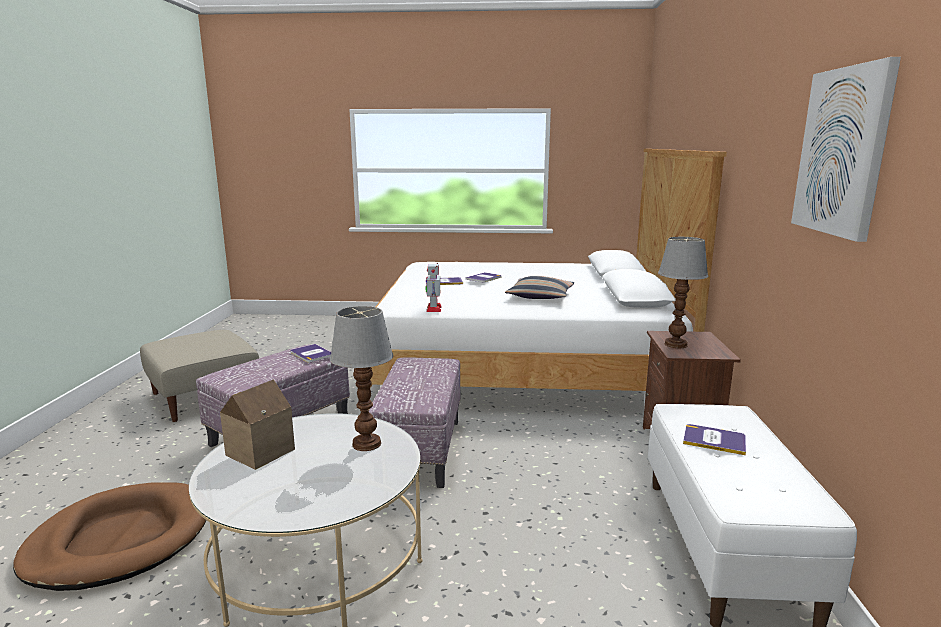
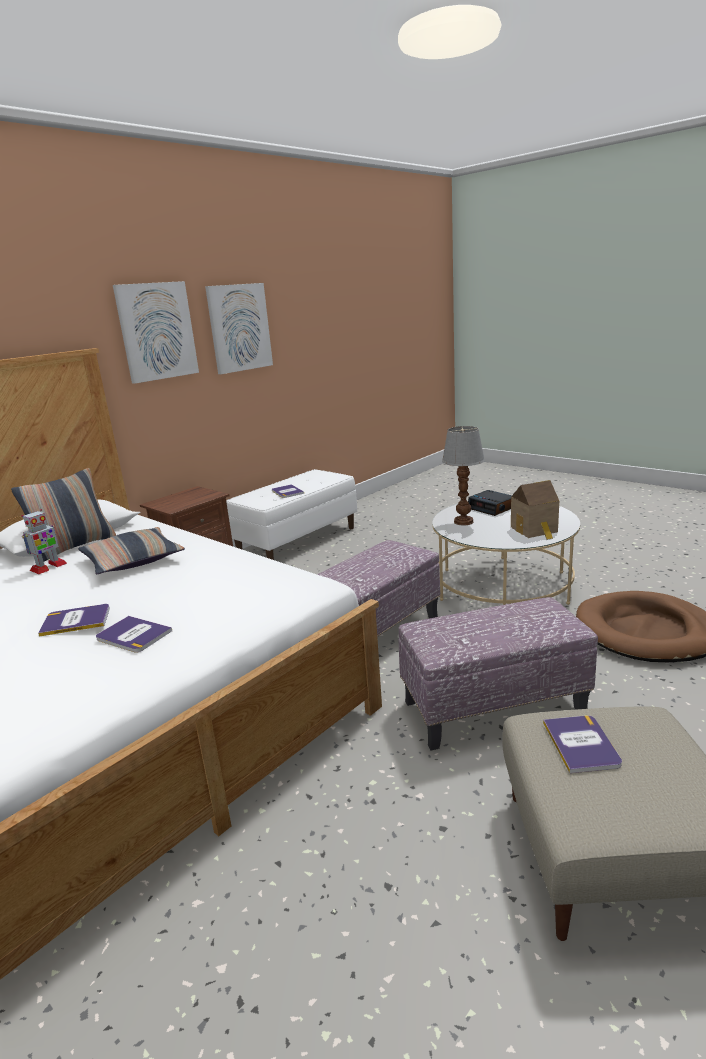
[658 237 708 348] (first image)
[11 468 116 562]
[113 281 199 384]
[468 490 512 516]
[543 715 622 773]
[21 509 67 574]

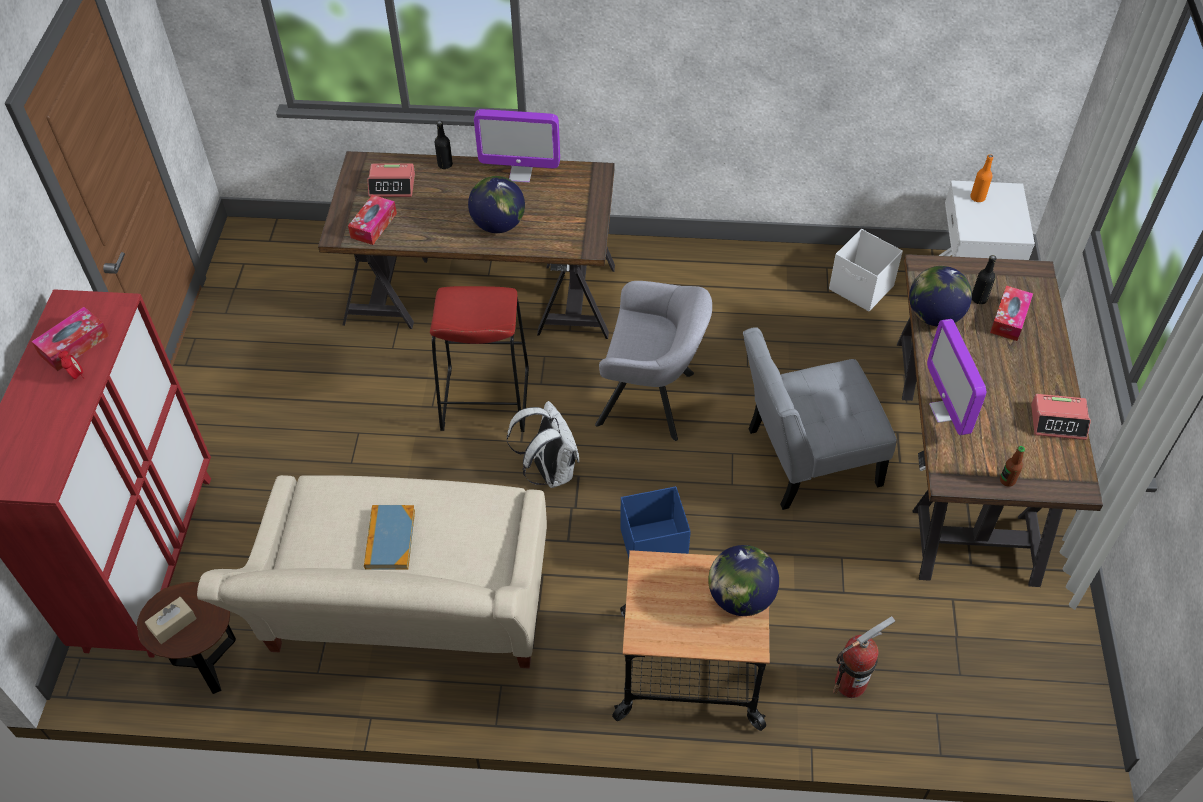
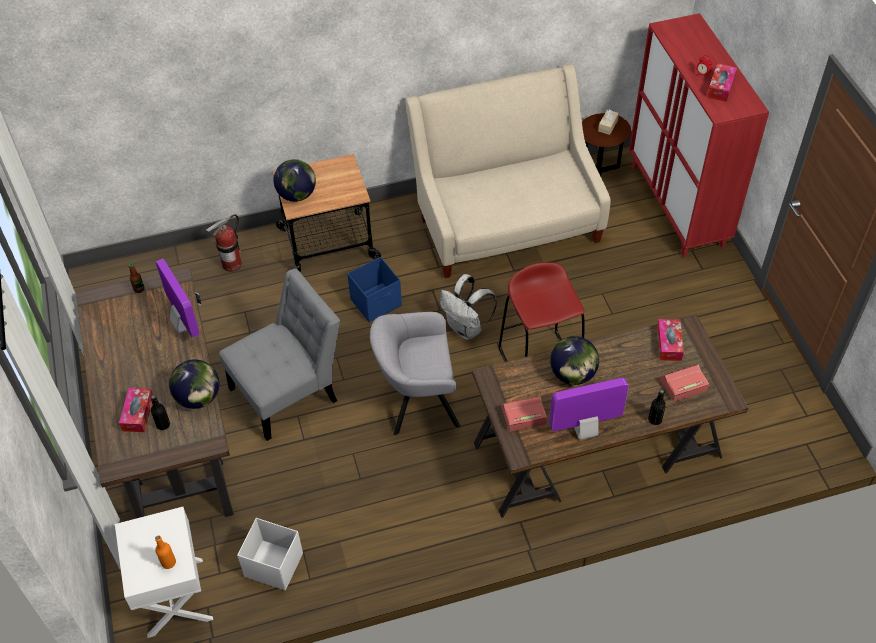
[364 505 415 570] (first image)
[501 396 547 432]

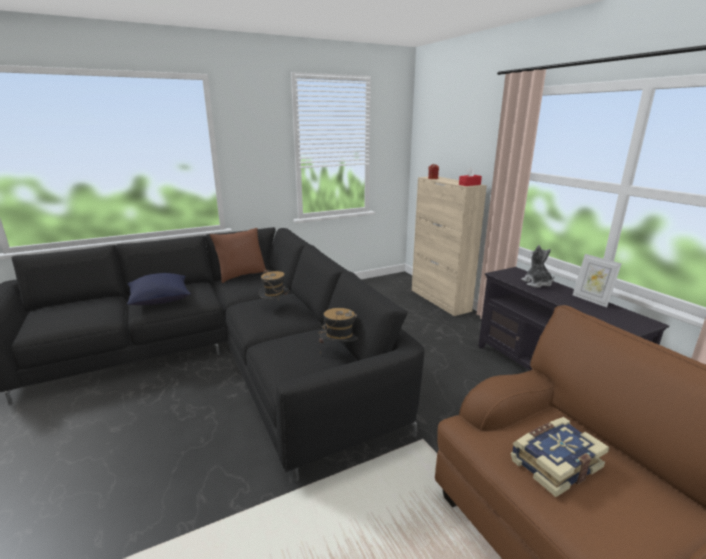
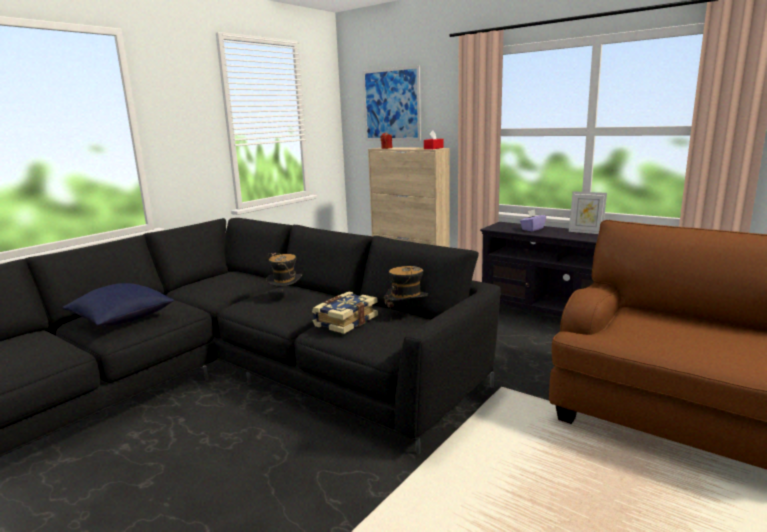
[210 228 267 283] (first image)
[362 65 421 141]
[312 292 378 334]
[520 209 546 231]

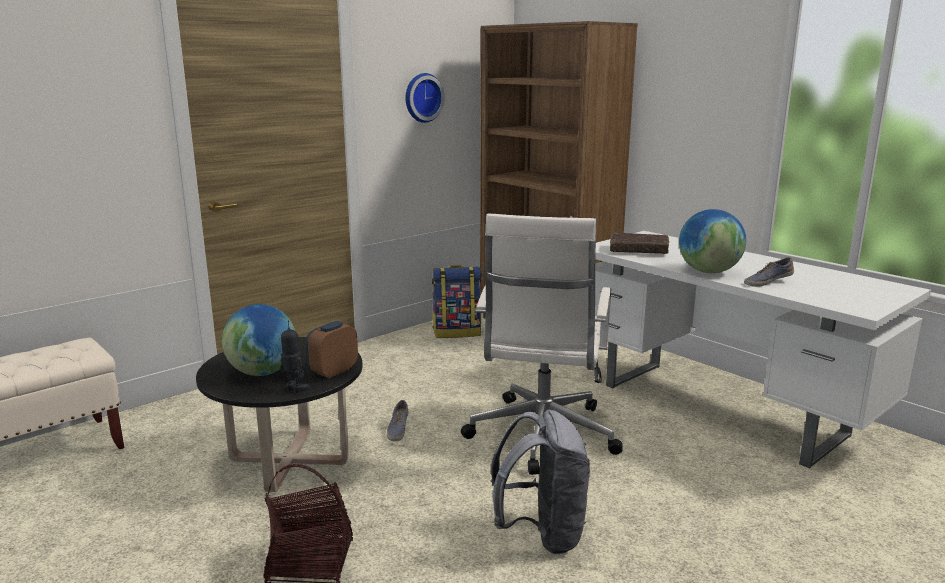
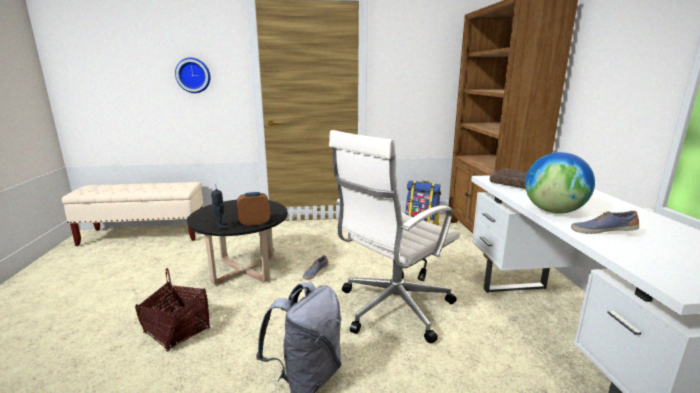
[222 304 295 376] (first image)
[175 58 210 93]

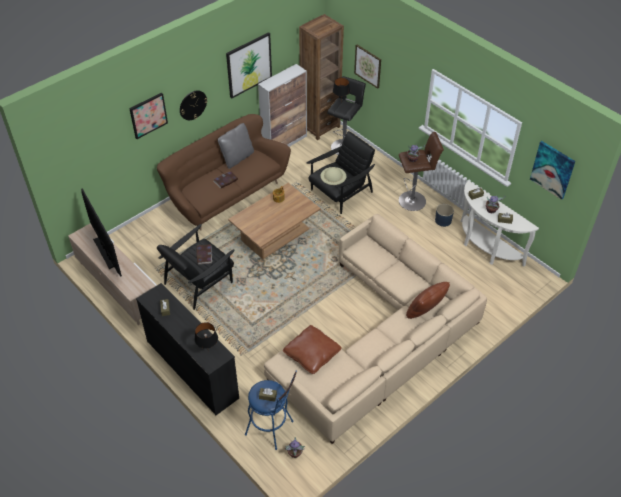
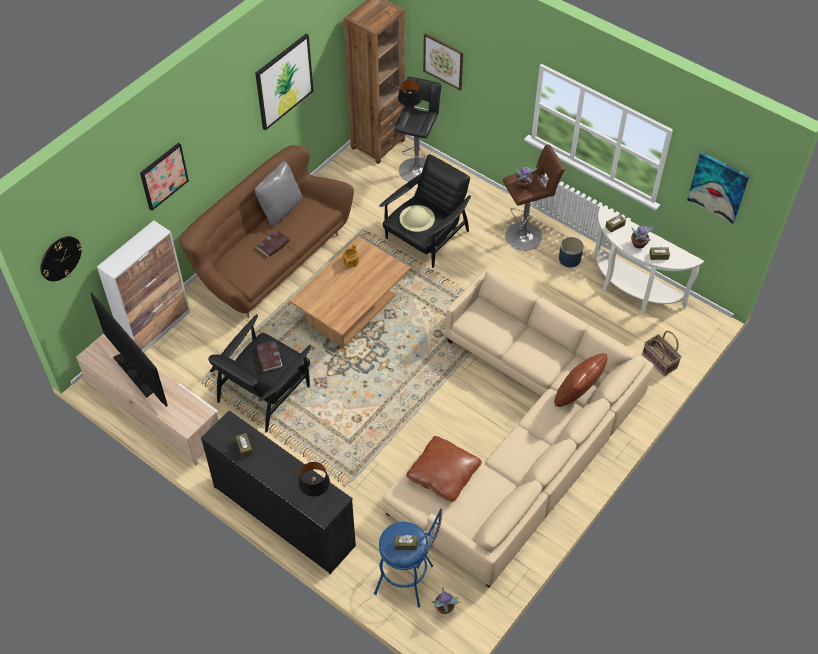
[642 331 682 376]
[41 236 82 281]
[97 220 190 353]

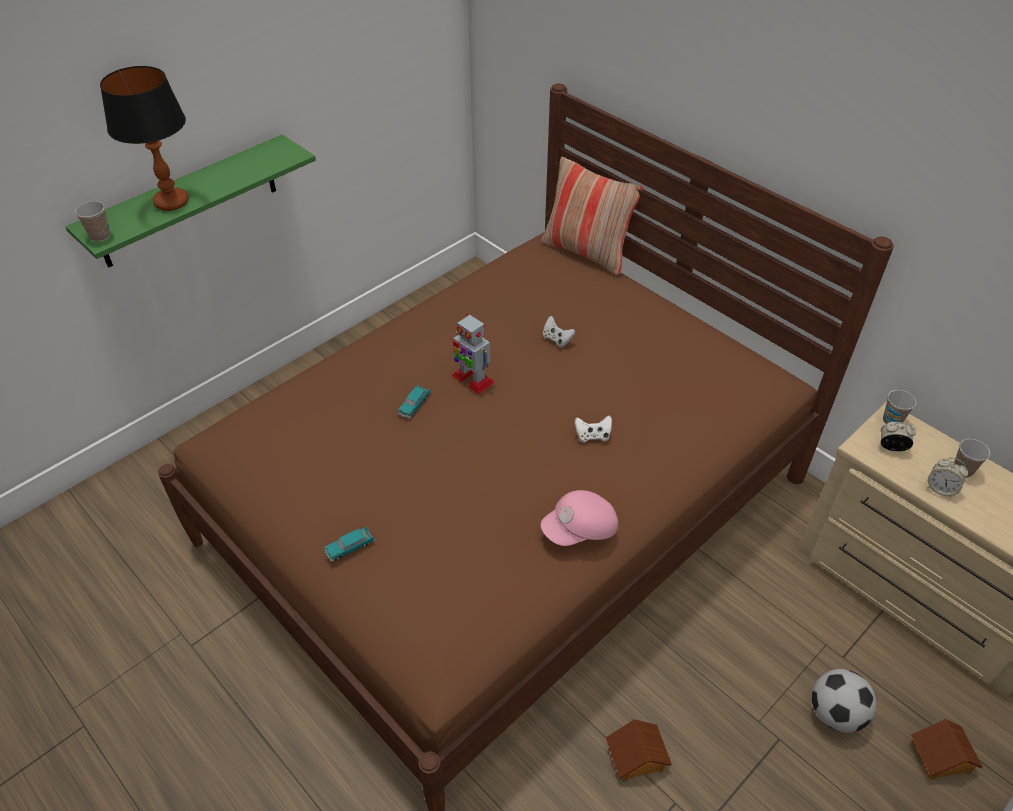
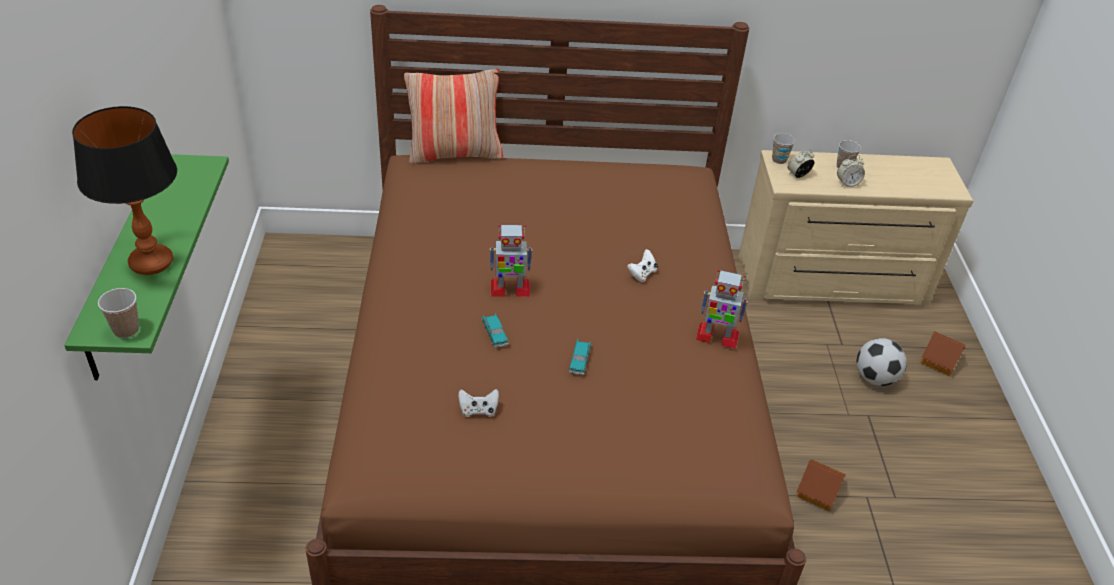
[569 339 591 375]
[458 389 499 417]
[696 270 748 349]

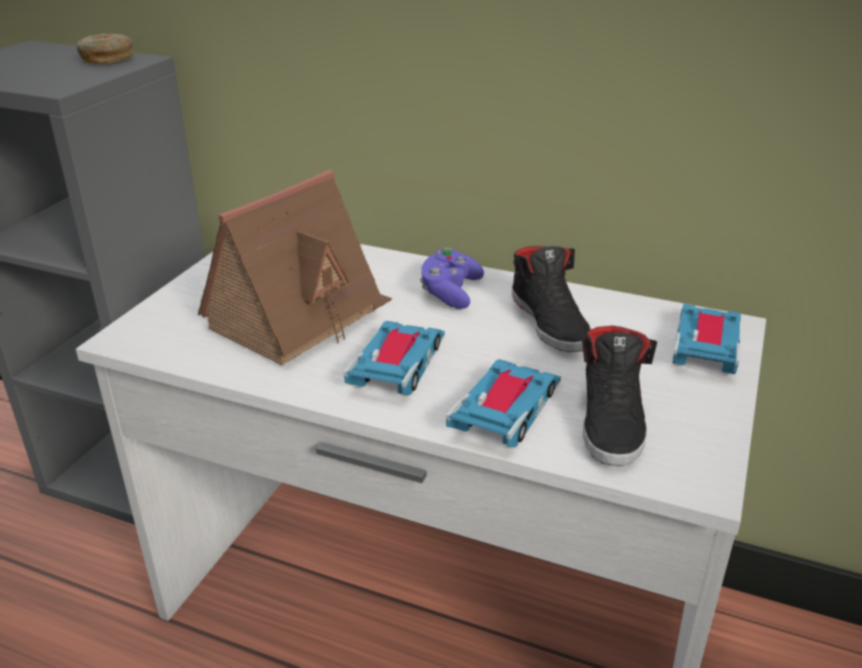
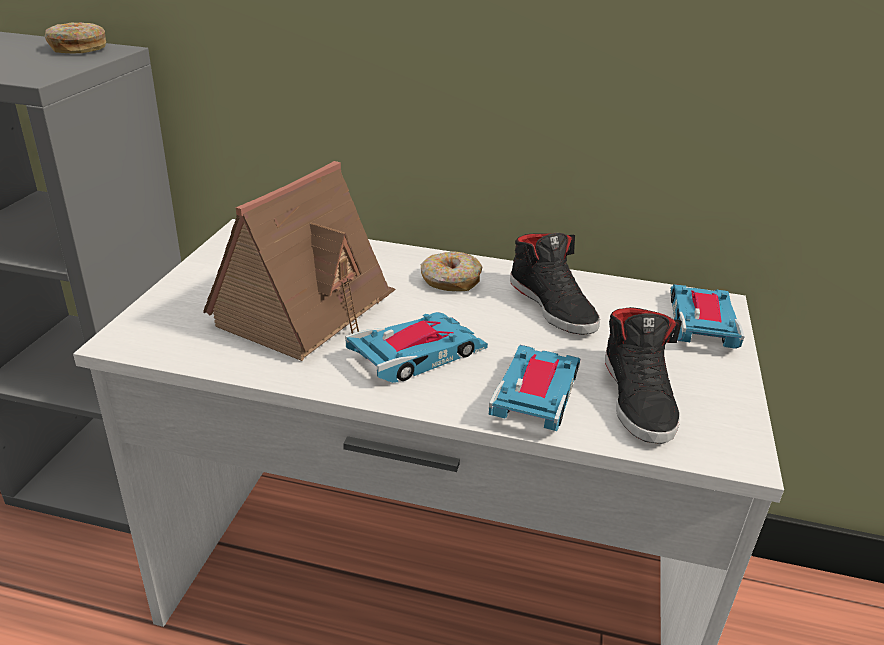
[421 251 482 291]
[345 312 488 383]

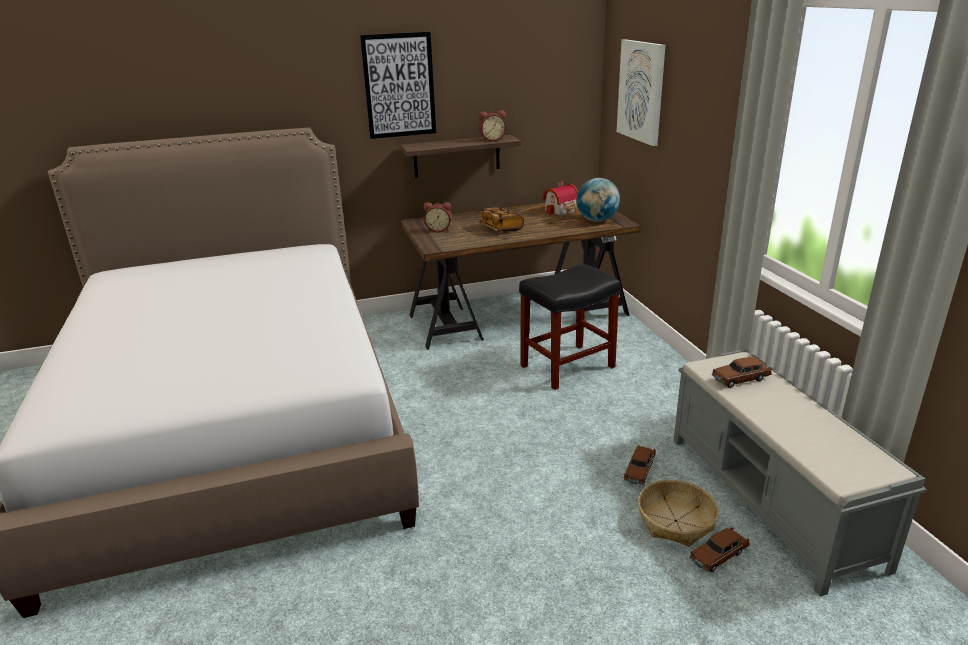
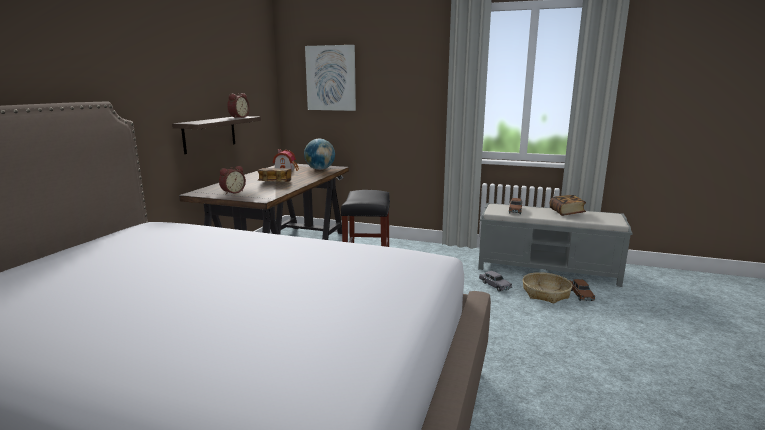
[360 32 436 139] (first image)
[550 195 586 216]
[479 271 512 292]

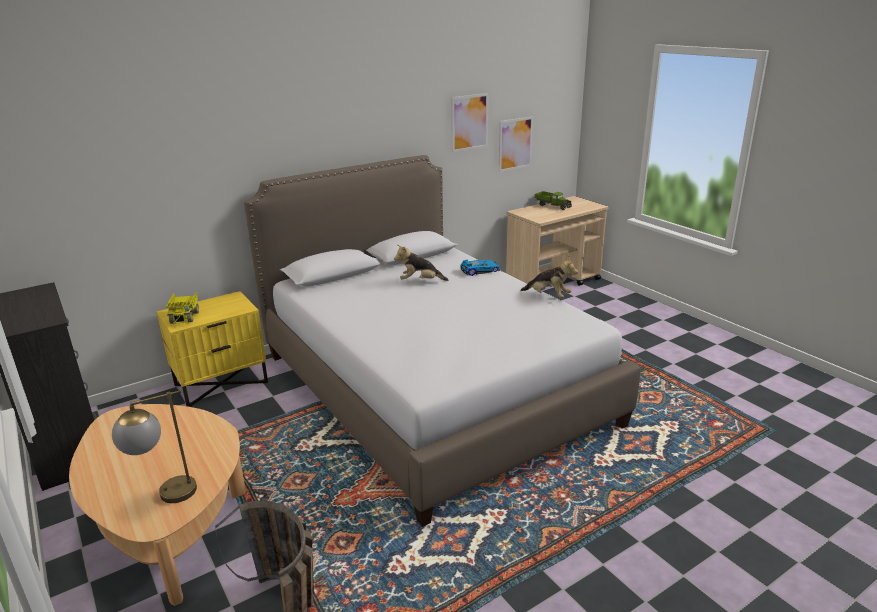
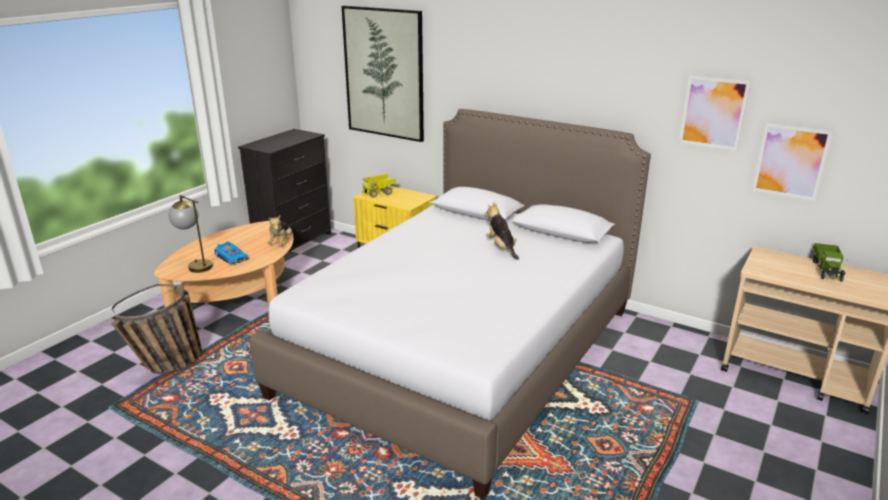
[342 6 424 142]
[215 241 249 266]
[267 215 292 246]

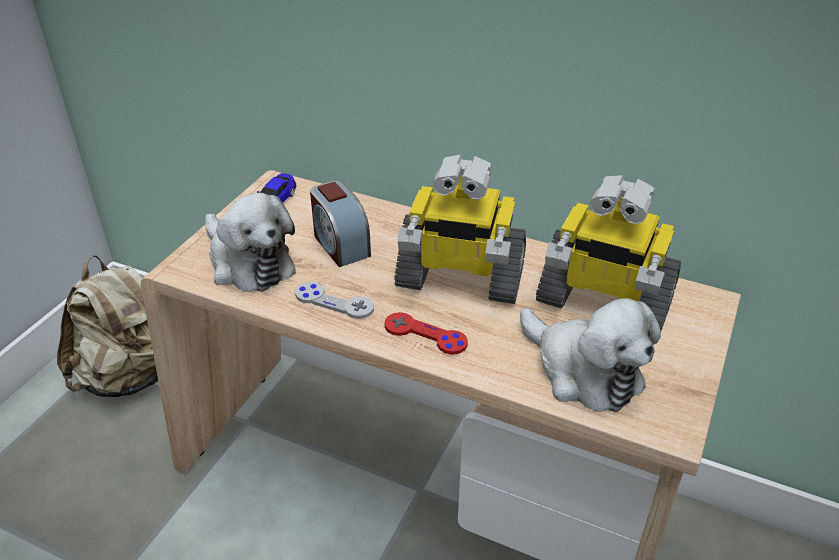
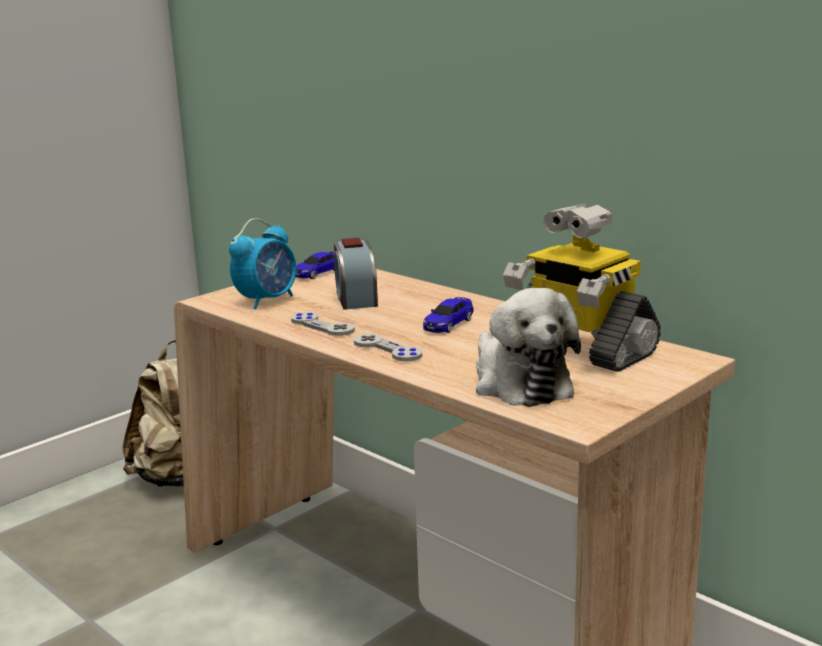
[229 218 296 310]
[423 297 473 333]
[354 334 422 361]

